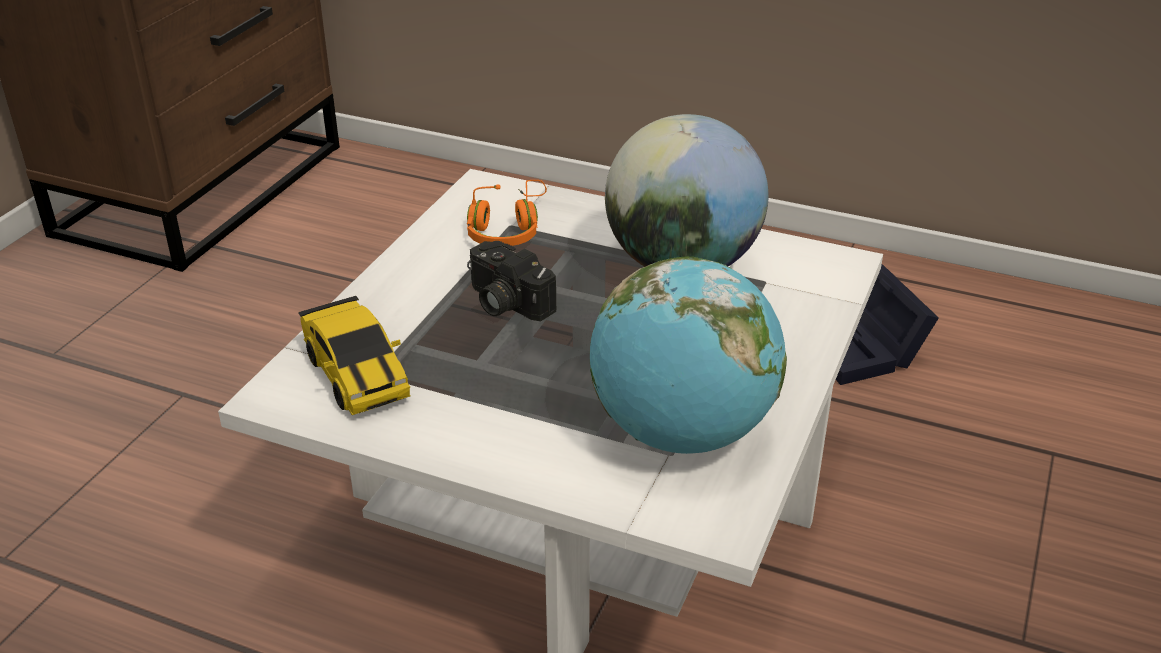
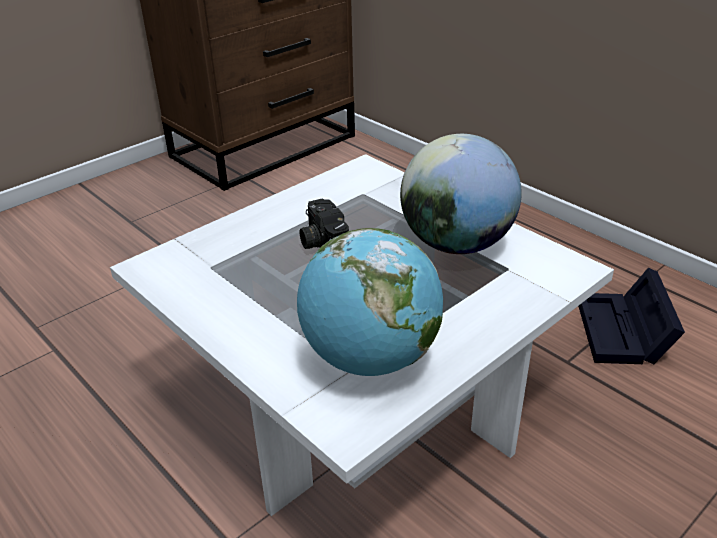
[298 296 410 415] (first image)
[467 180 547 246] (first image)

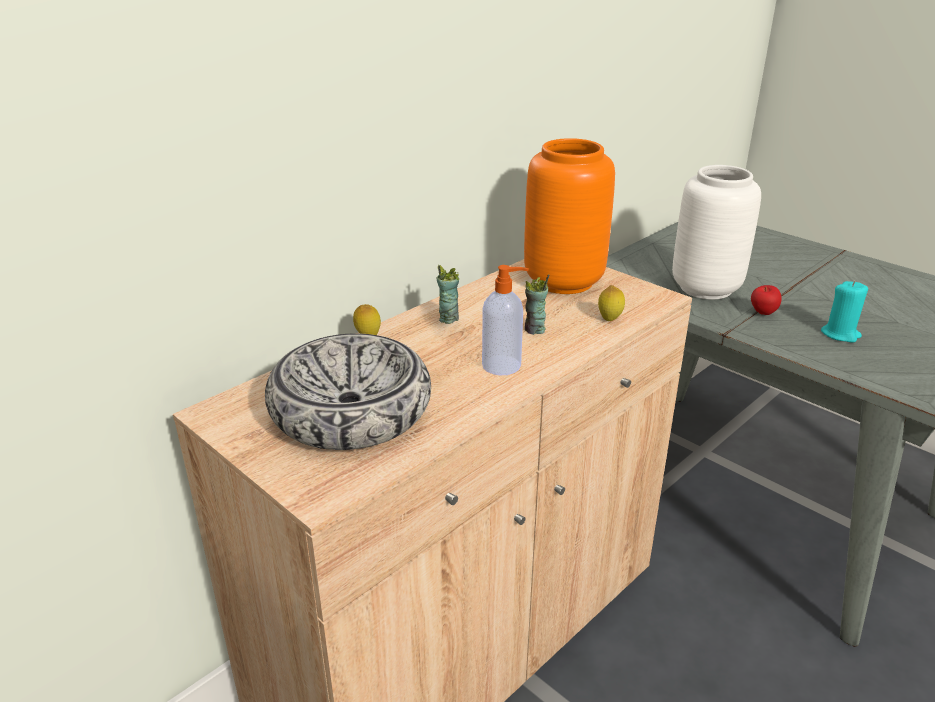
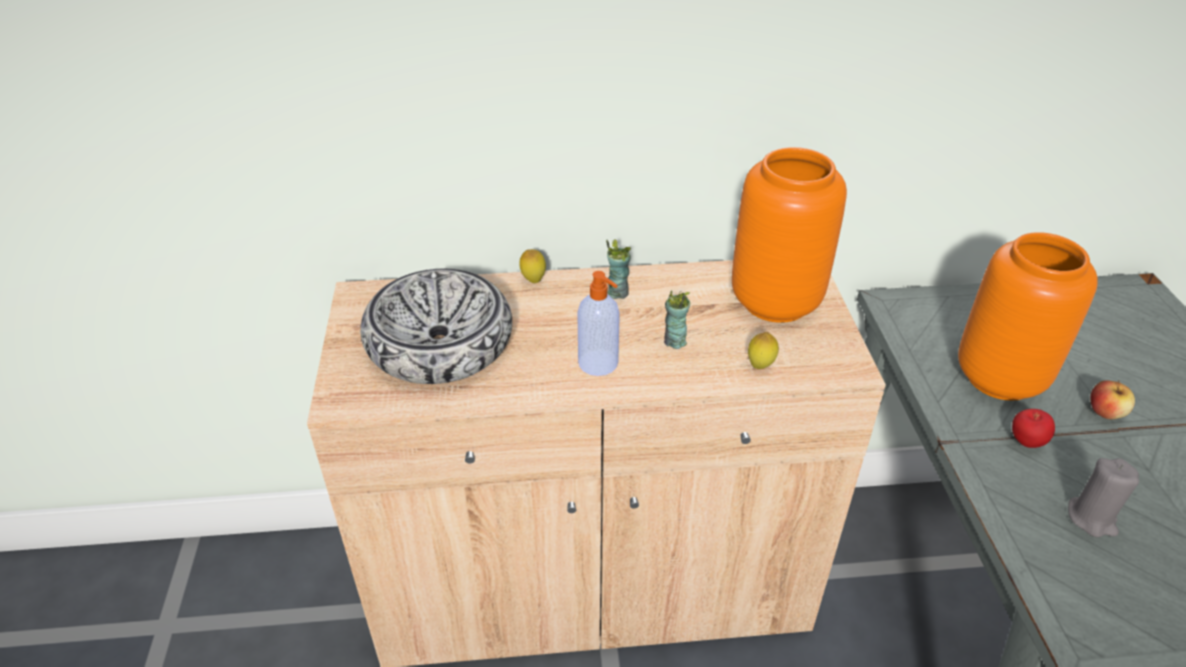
[1090 380 1135 419]
[958 232 1098 401]
[1068 458 1139 537]

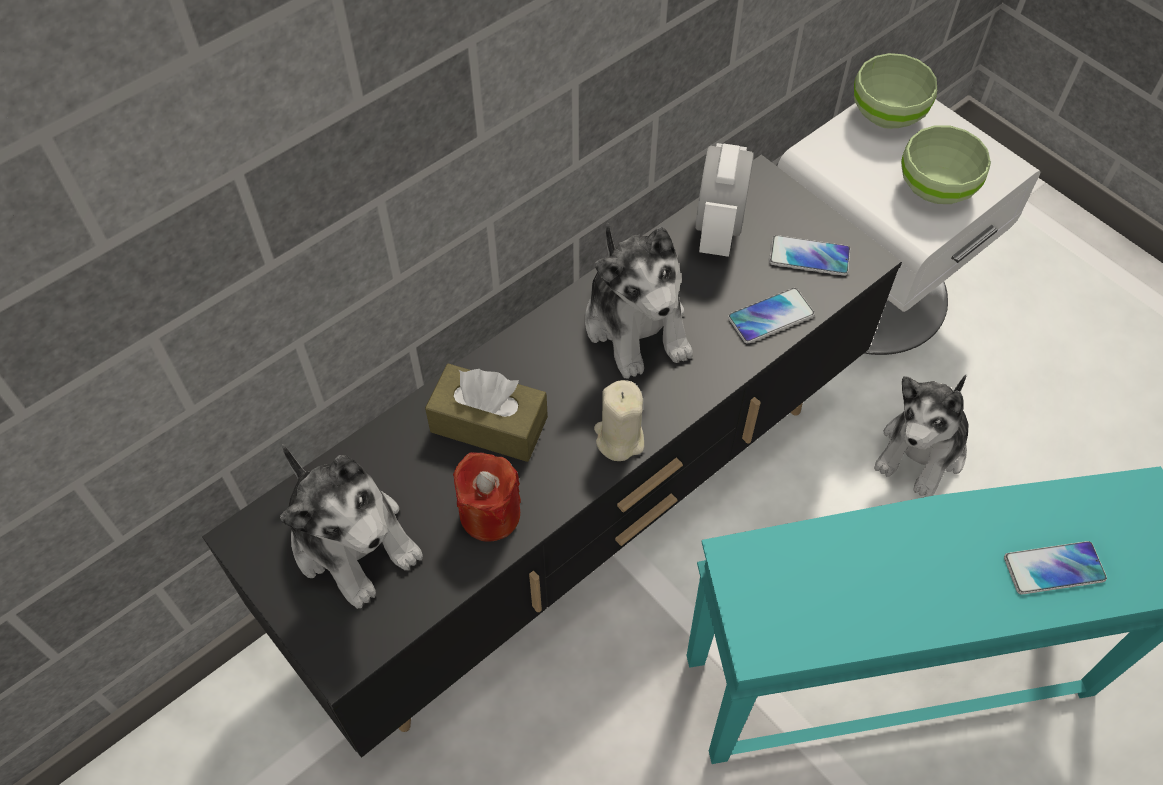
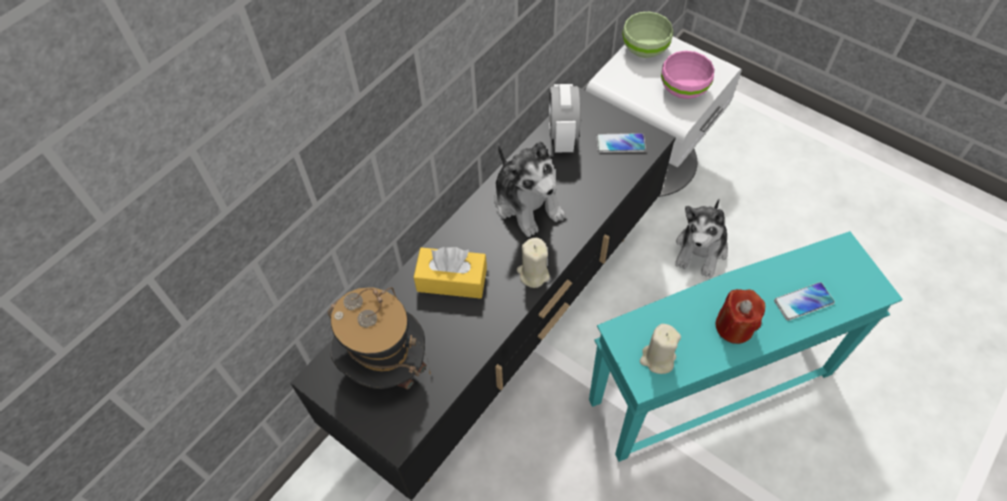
[728 288 815 344] (first image)
[640 324 681 374]
[715 289 765 344]
[328 287 431 389]
[414 247 487 299]
[661 51 714 99]

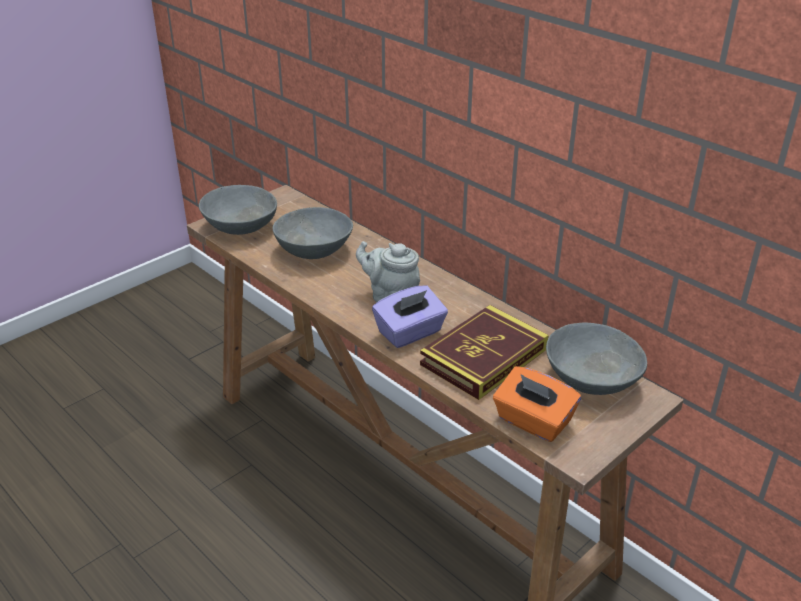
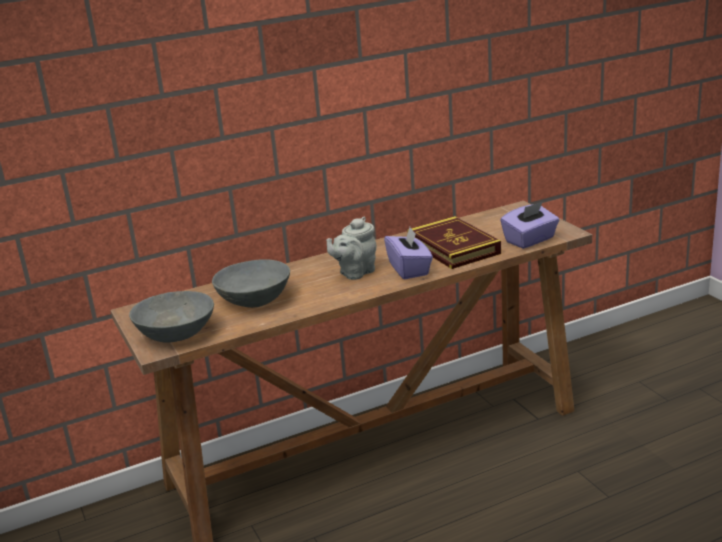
[546 323 647 395] (first image)
[500 202 559 249]

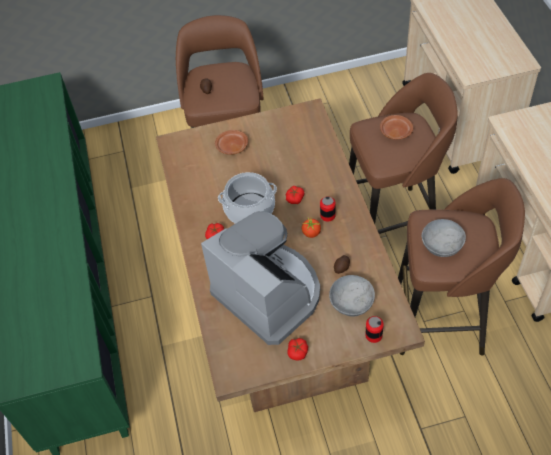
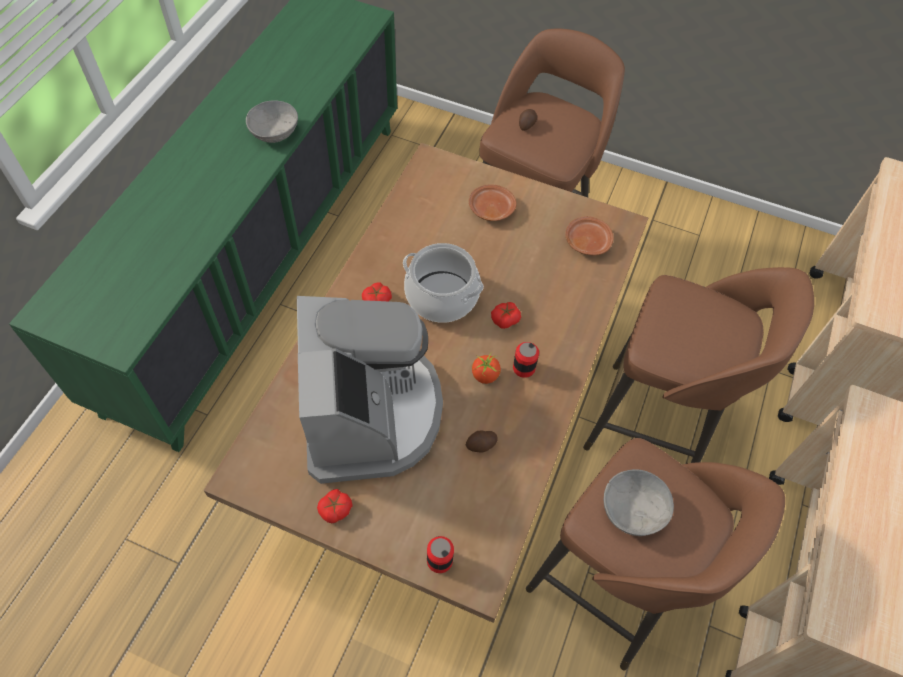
[246 100 298 143]
[565 216 614 255]

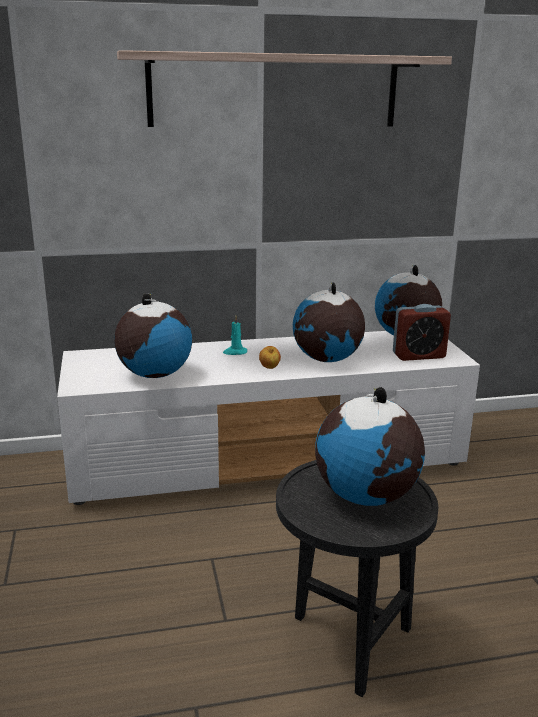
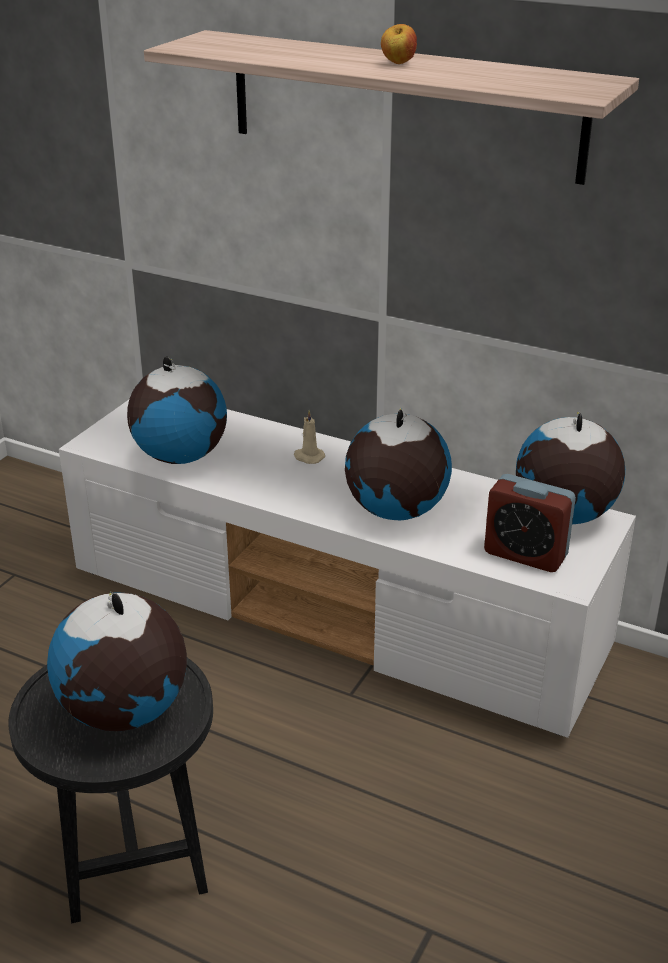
[381 24 417 64]
[294 410 325 464]

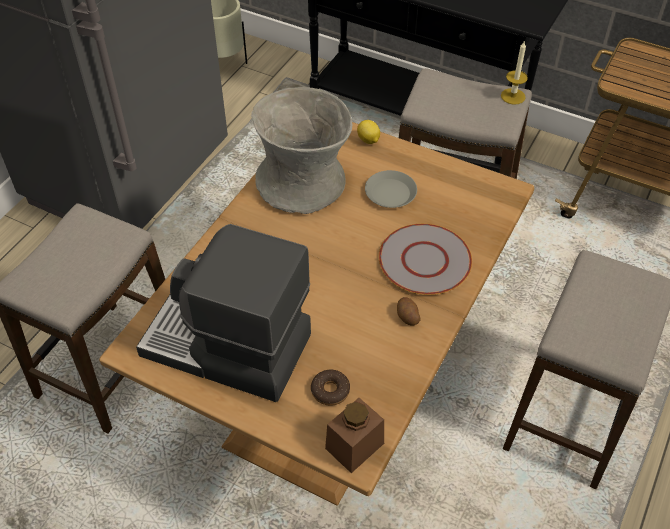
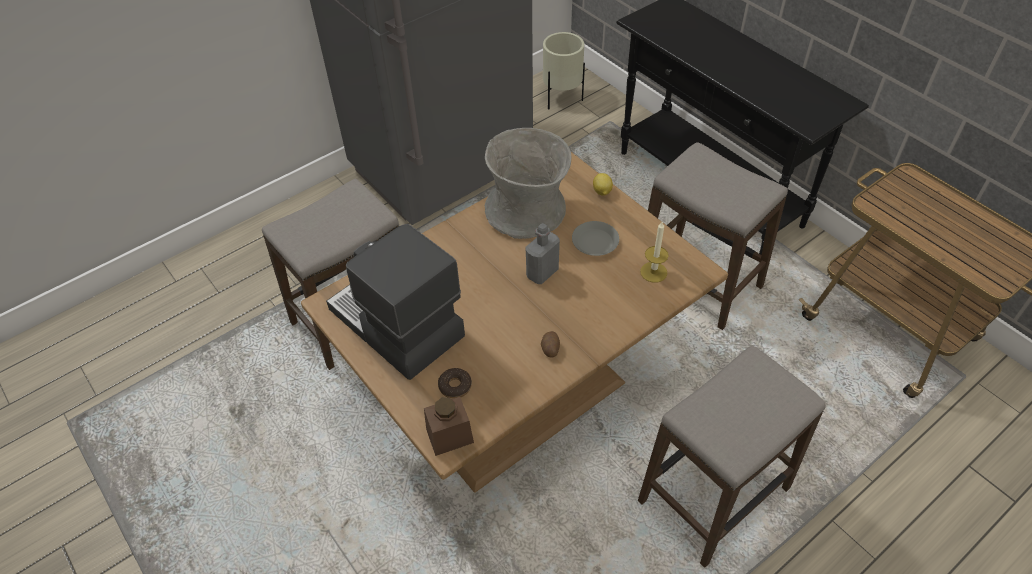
[379 224 472 295] (first image)
[525 223 560 284]
[640 222 669 283]

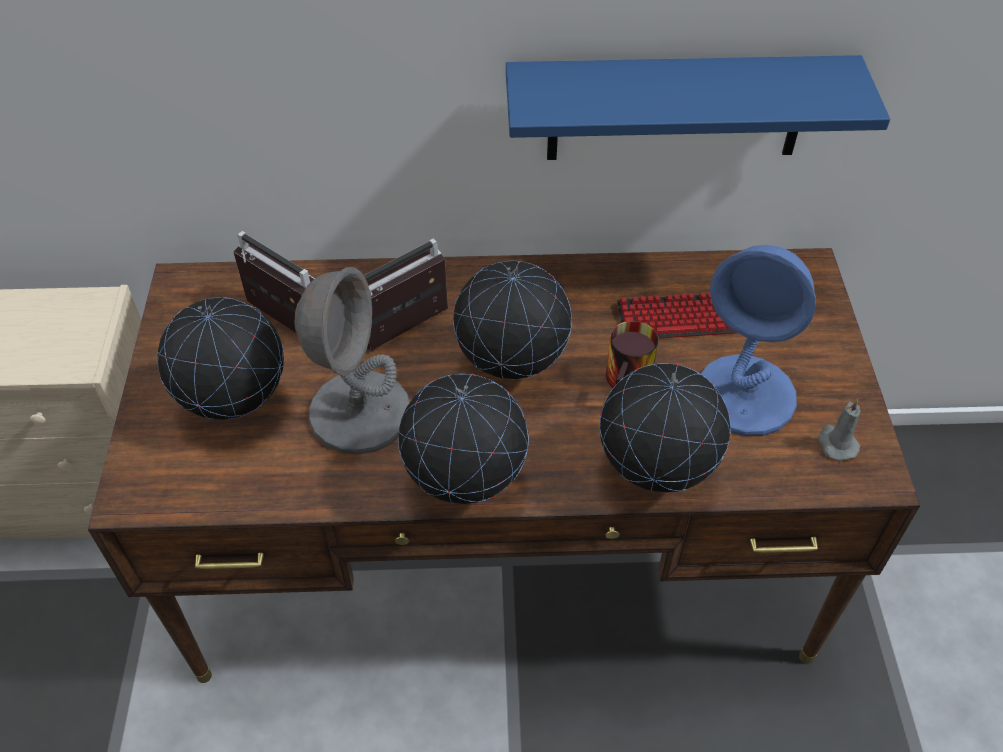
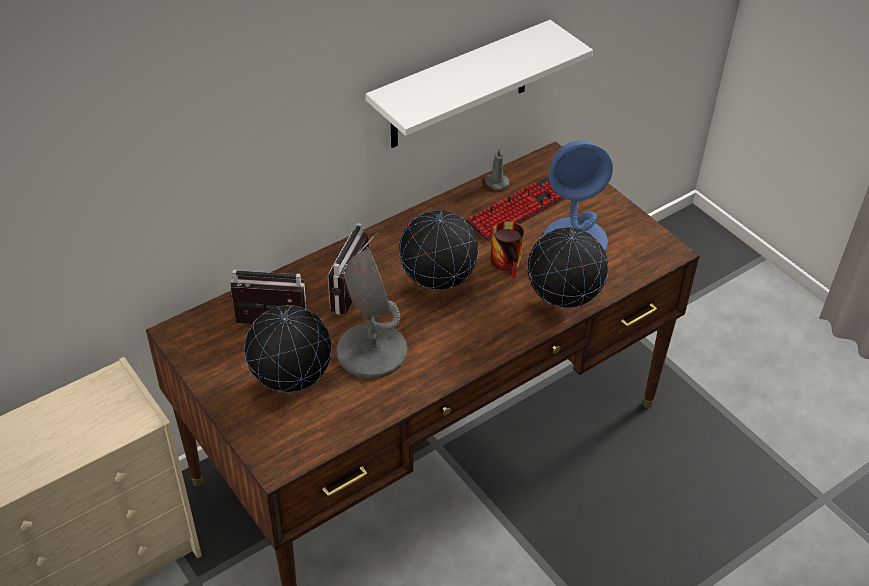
[398 374 529 504] (first image)
[484 148 509 190]
[365 20 593 148]

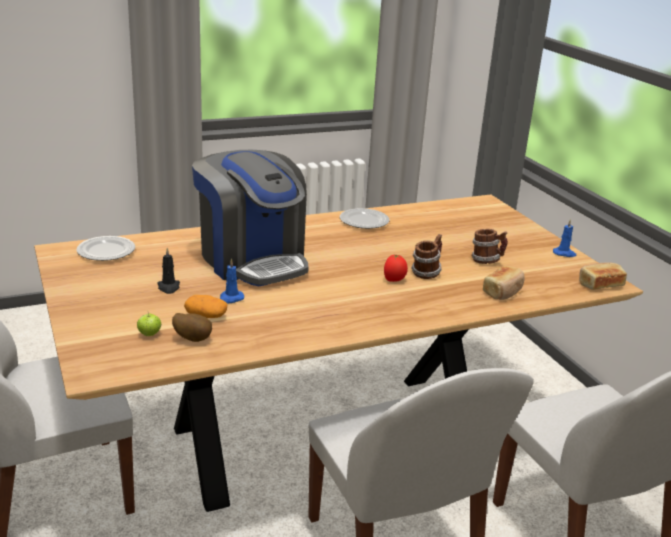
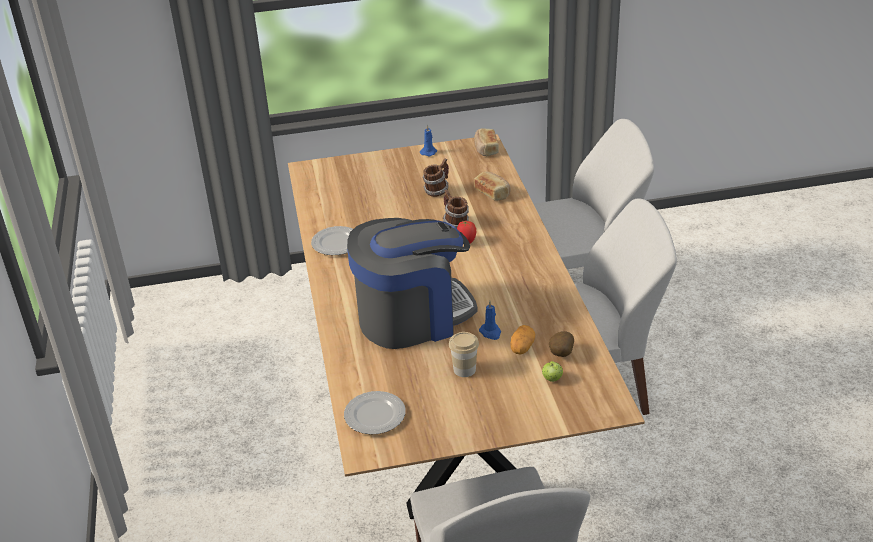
[449 332 479 377]

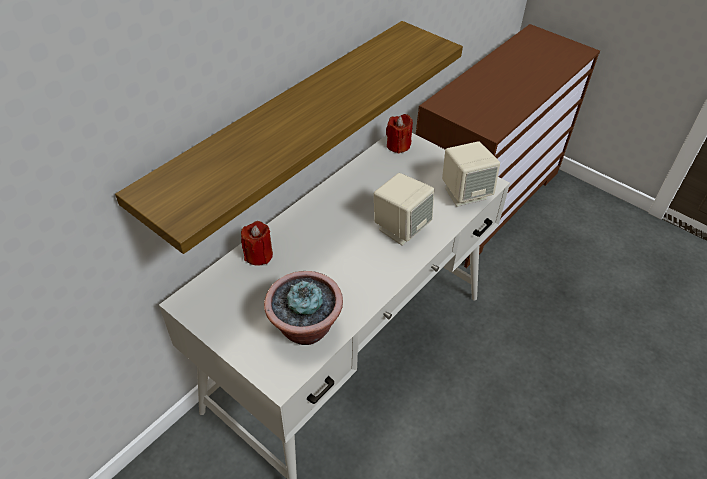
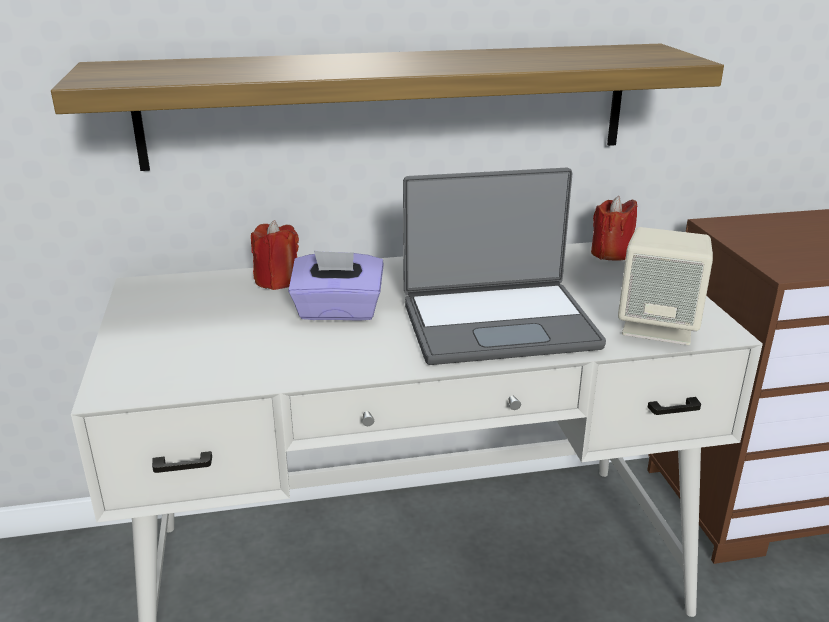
[264 271 343 345] (first image)
[288 250 384 321]
[403 168 606 365]

